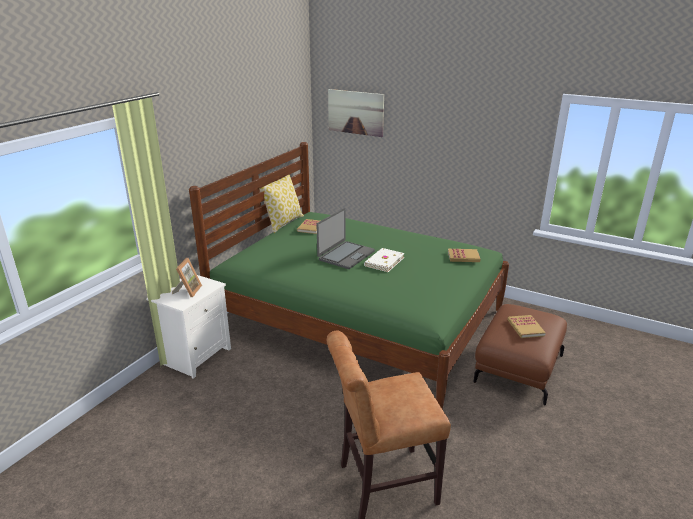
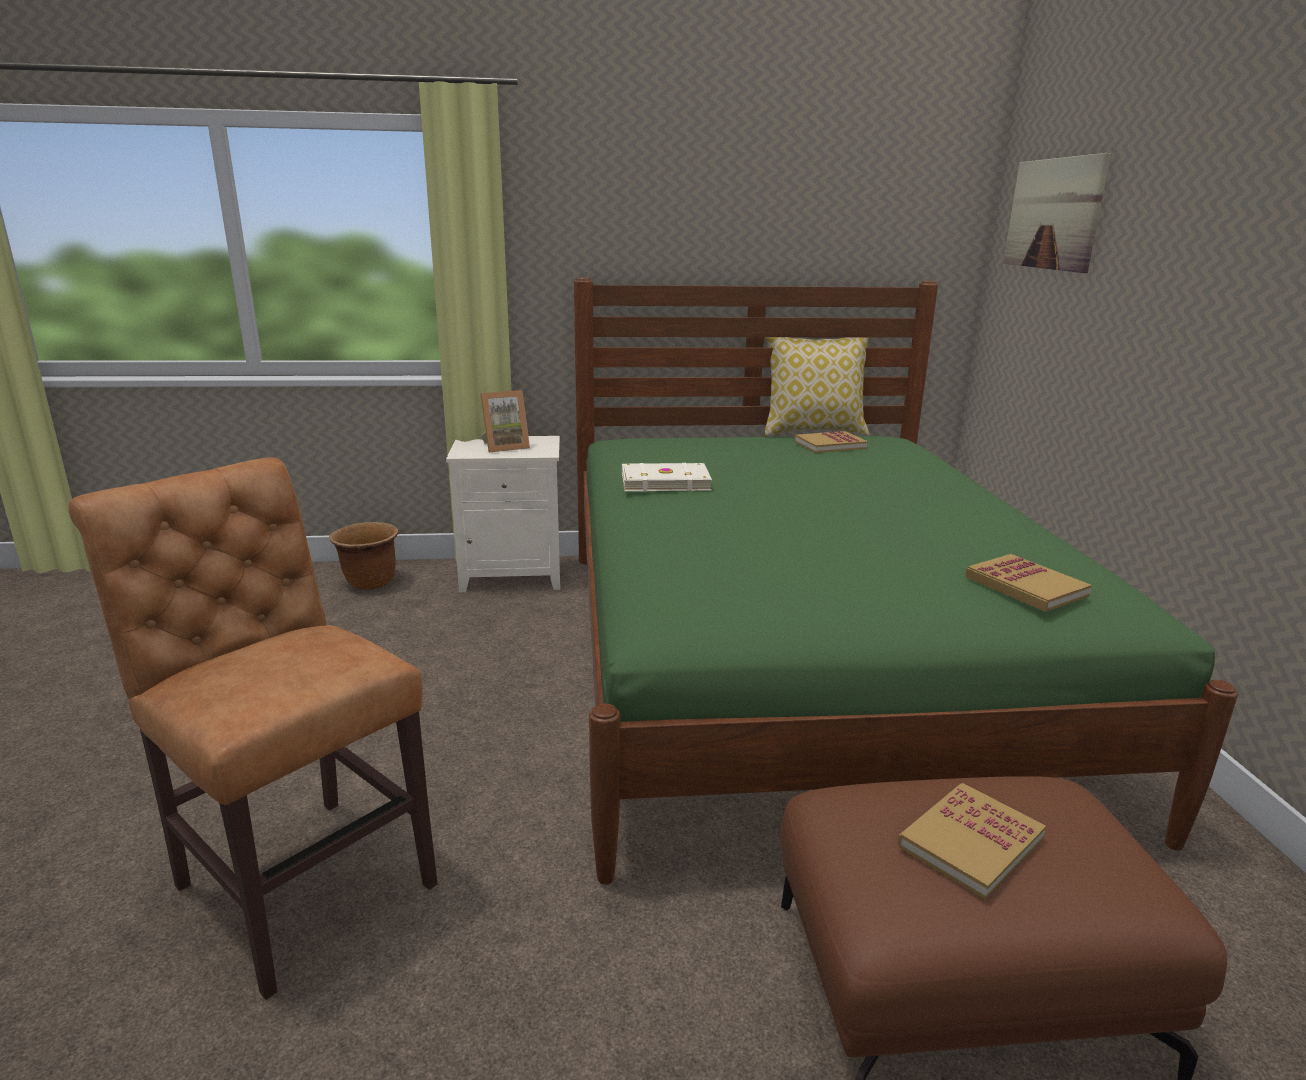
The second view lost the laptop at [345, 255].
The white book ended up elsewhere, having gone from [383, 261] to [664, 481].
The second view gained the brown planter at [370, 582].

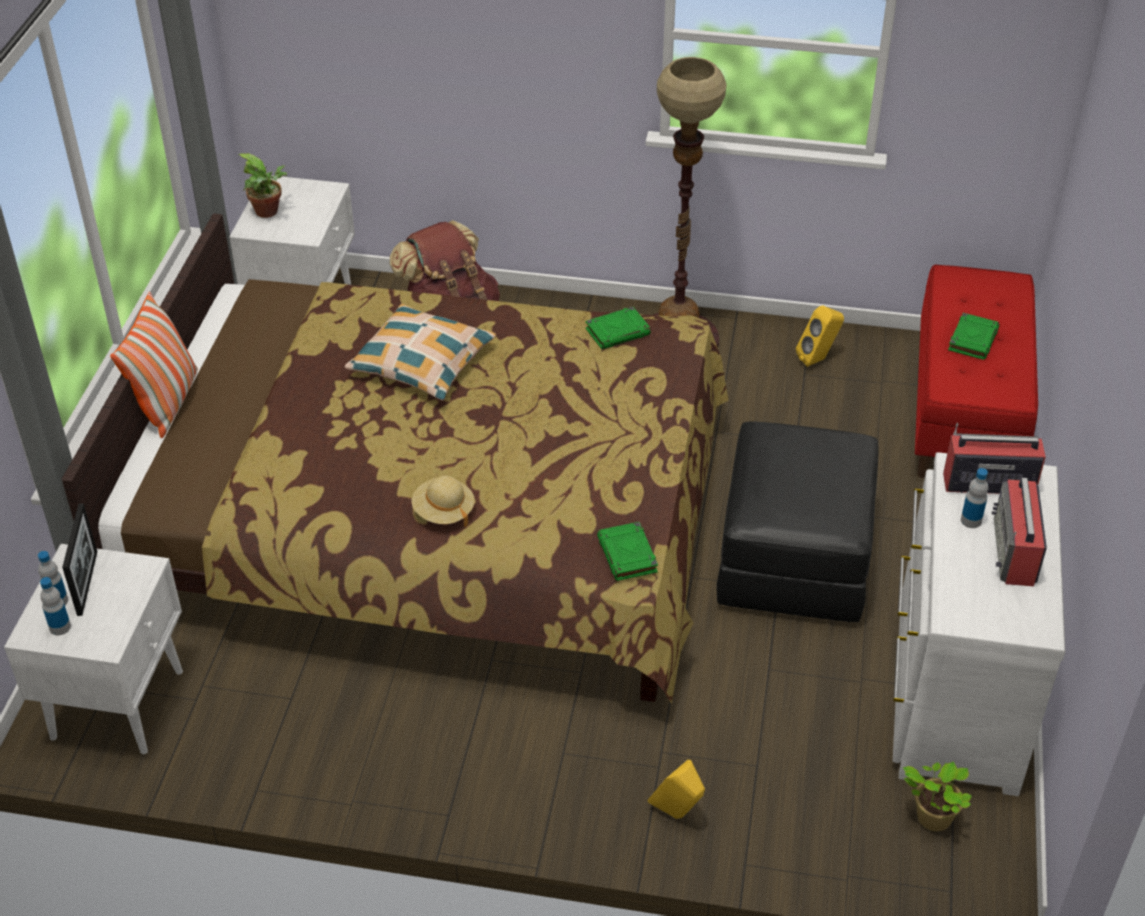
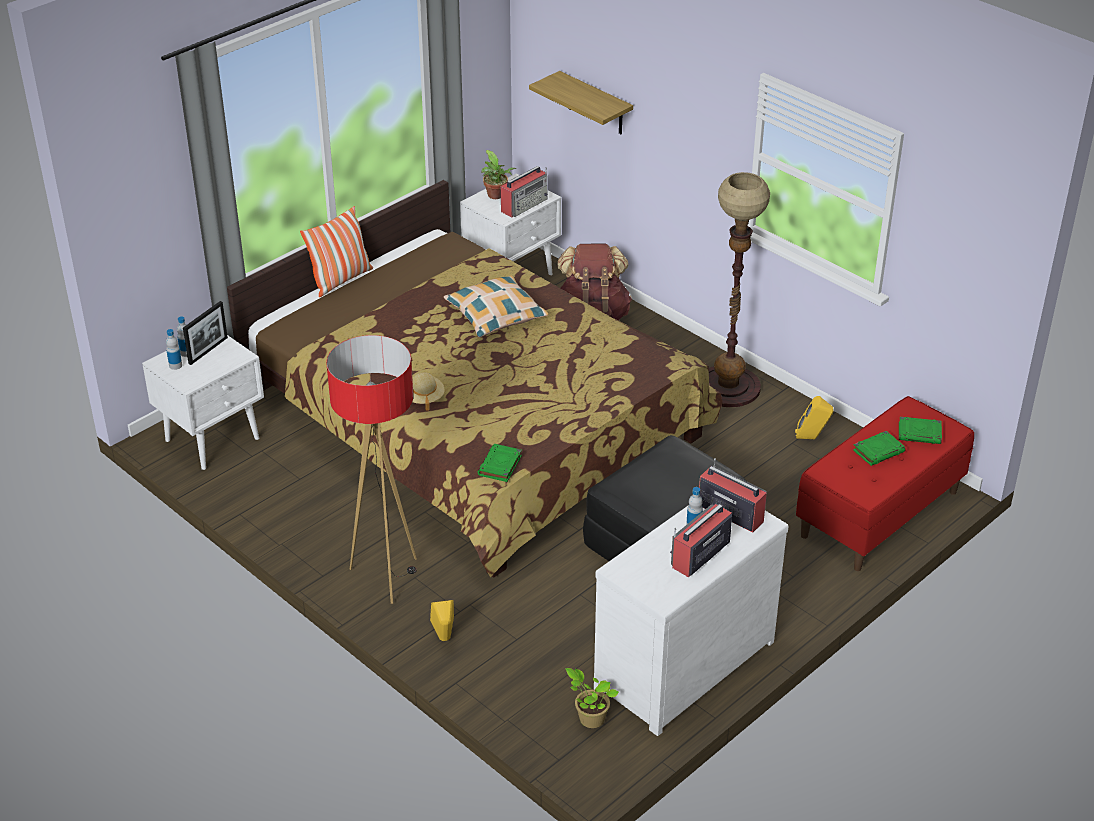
The green book ended up elsewhere, having gone from [618, 332] to [920, 433].
The second view gained the floor lamp at [386, 577].
The second view gained the radio at [525, 205].
The second view gained the shelf at [595, 104].

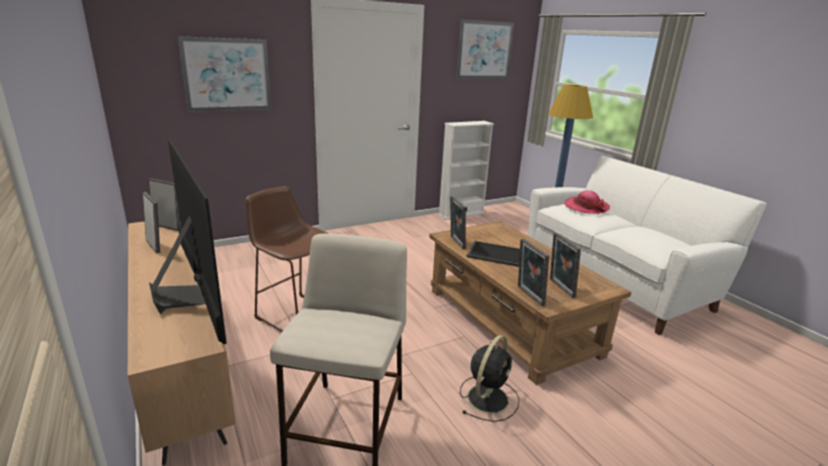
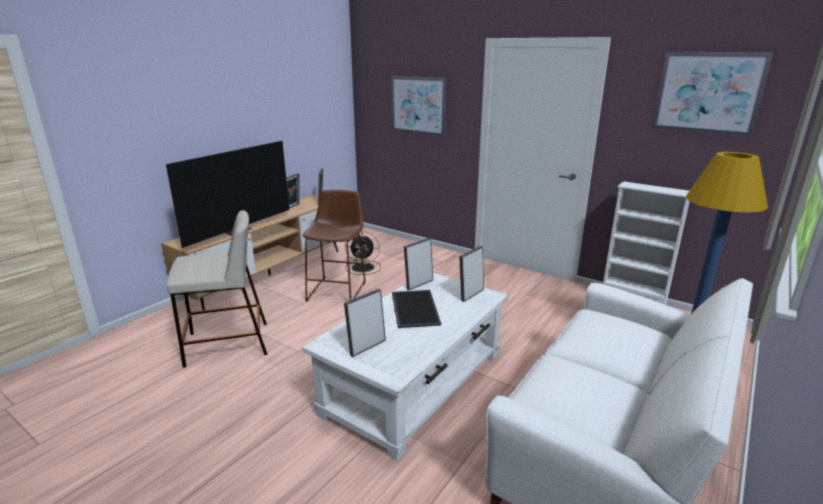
What was the brown coffee table at [511, 321] turned into the white coffee table at [414, 383].
The black fan ended up elsewhere, having gone from [488, 397] to [364, 268].
The picture frame ended up elsewhere, having gone from [528, 296] to [471, 294].
The second view lost the hat at [586, 207].

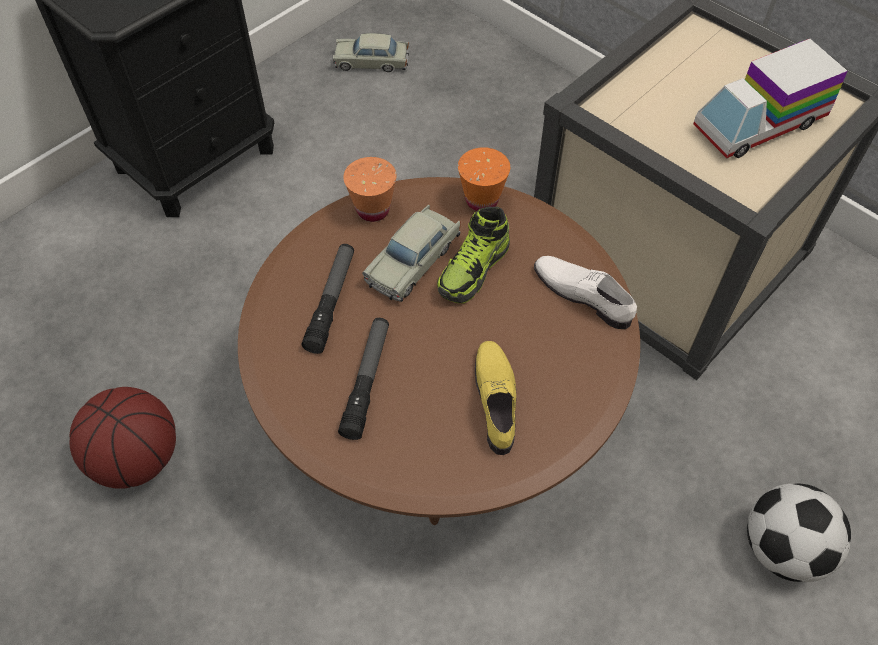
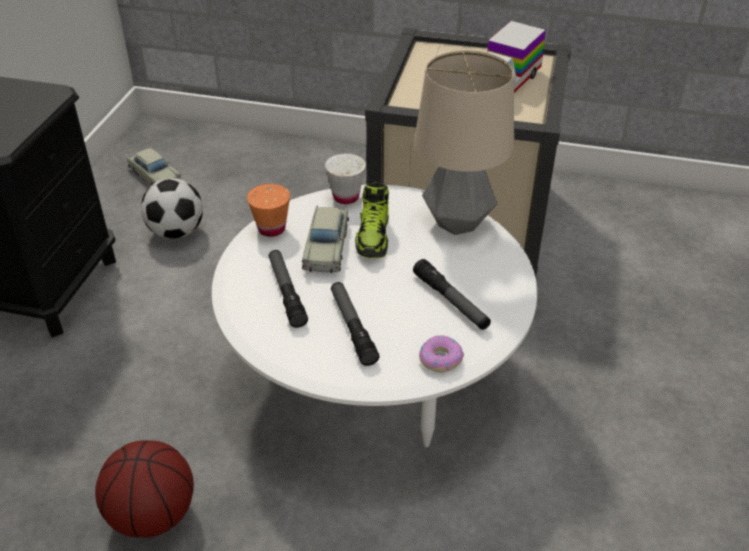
What was the brown coffee table at [438, 407] turned into the white coffee table at [374, 372].
The beige toy car at [371, 62] ended up facing another way, 105 degrees counterclockwise from before.
What was the orange cup at [482, 200] turned into the white cup at [346, 197].
Where the yellow shoe stood at [497, 399], the flashlight came to stand at [451, 301].
Where the white shoe stood at [583, 294], the table lamp came to stand at [457, 223].
The football ended up elsewhere, having gone from [781, 548] to [176, 232].
The second view gained the donut at [440, 358].

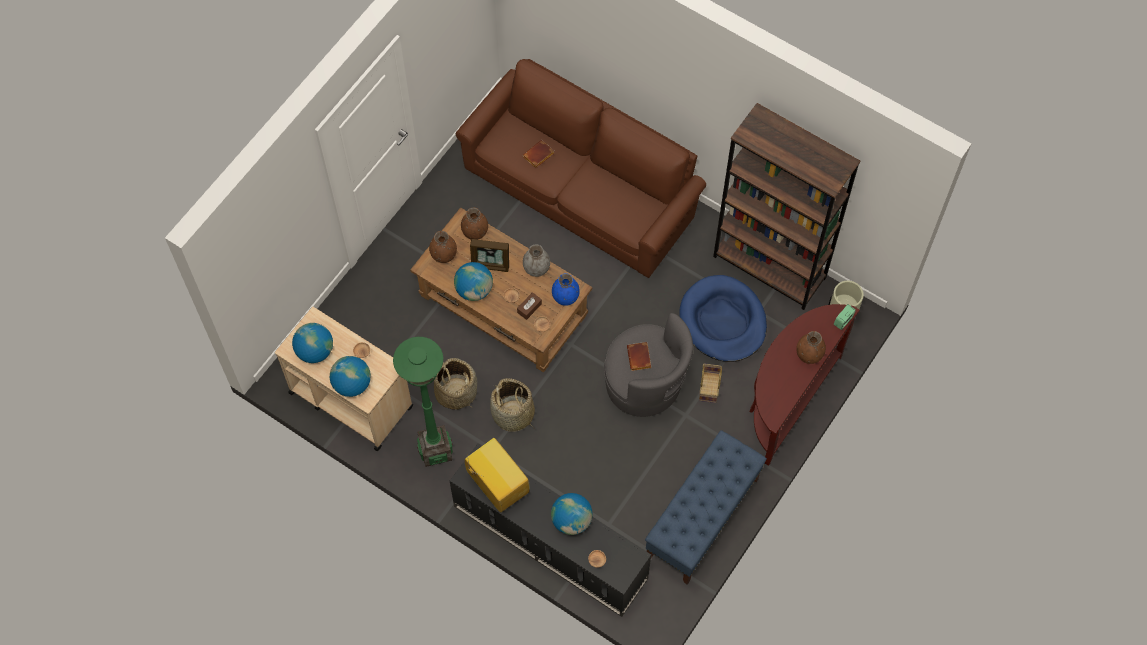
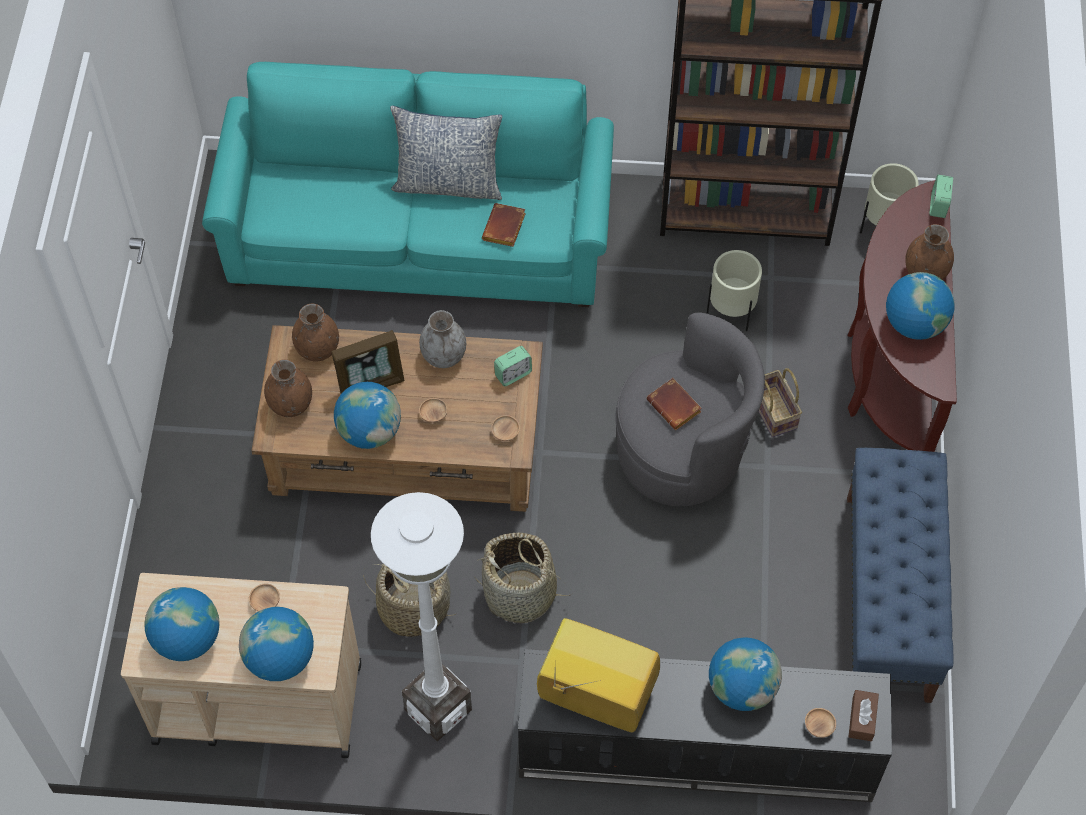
What was the green floor lamp at [435, 451] turned into the white floor lamp at [437, 709].
What was the brown sofa at [582, 191] turned into the turquoise sofa at [419, 236].
The brown tissue box ended up elsewhere, having gone from [529, 308] to [862, 719].
The brown book ended up elsewhere, having gone from [538, 156] to [505, 229].
Where the blue vase stood at [565, 297], the alarm clock came to stand at [513, 374].
Where the blue dog bed stood at [723, 321], the beige planter came to stand at [731, 314].
The second view gained the pillow at [448, 183].
The second view gained the globe at [914, 324].

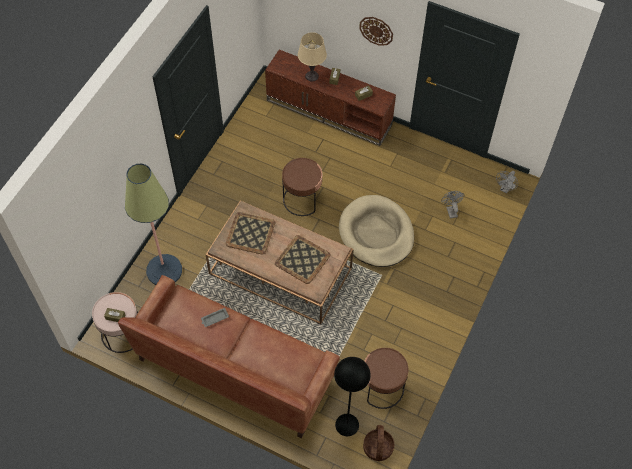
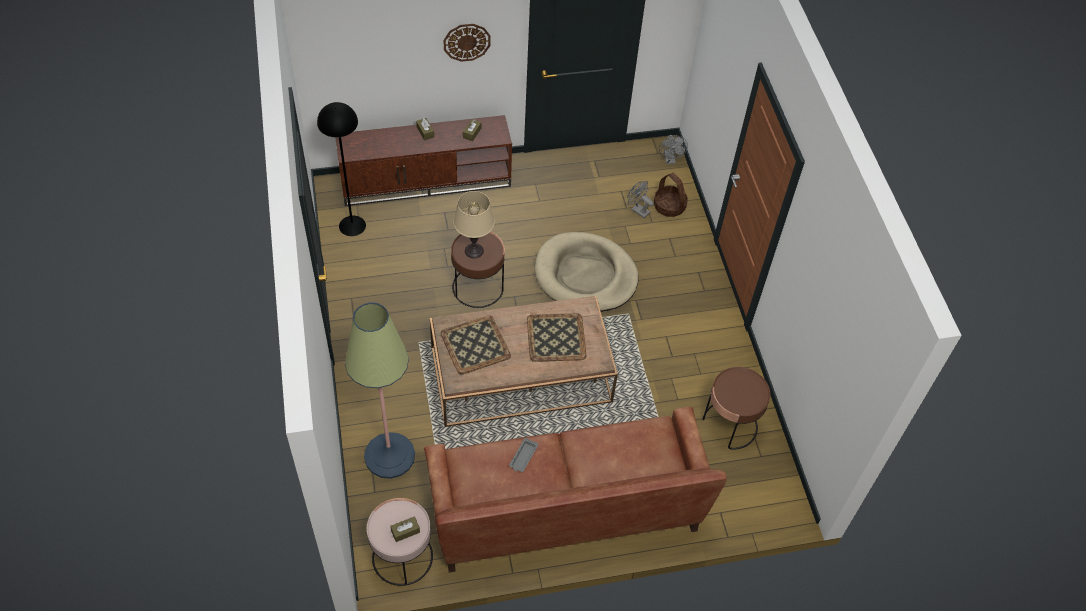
The beige table lamp ended up elsewhere, having gone from [311, 76] to [474, 251].
The black floor lamp ended up elsewhere, having gone from [346, 425] to [352, 226].
The basket ended up elsewhere, having gone from [377, 447] to [669, 206].

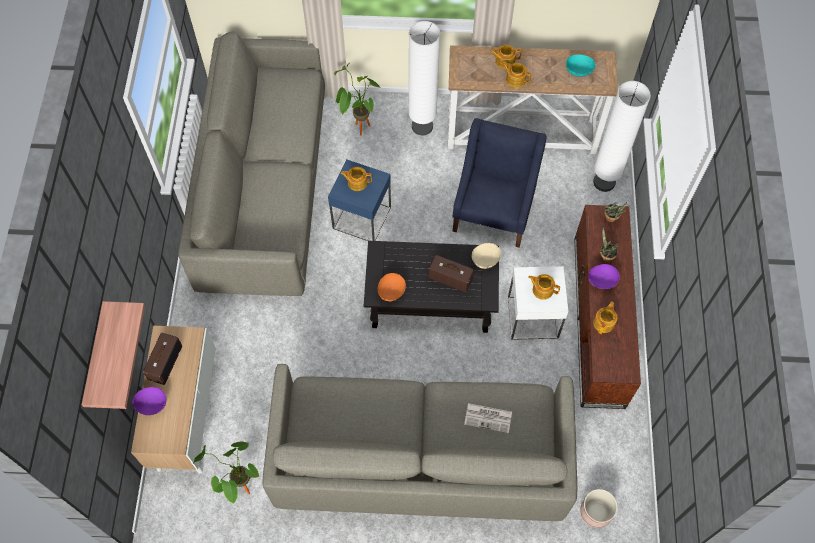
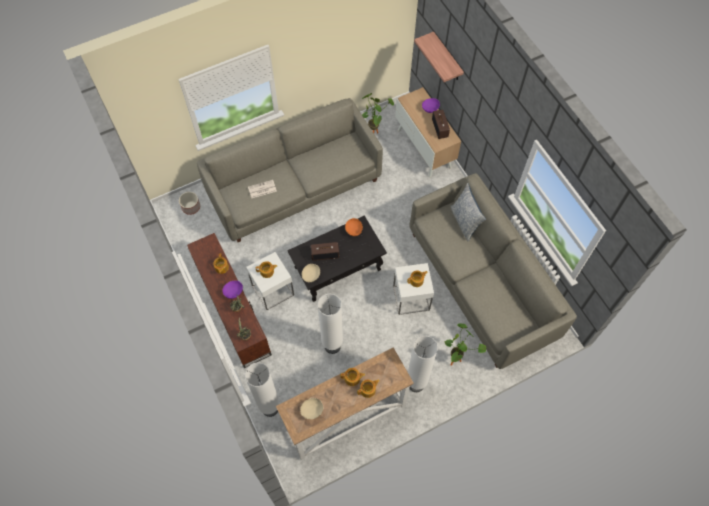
What was the blue side table at [362, 217] turned into the white side table at [411, 298].
Where the blue armchair stood at [493, 211], the white floor lamp came to stand at [332, 346].
What was the turquoise bowl at [579, 70] turned into the beige bowl at [312, 411].
The second view gained the pillow at [464, 222].

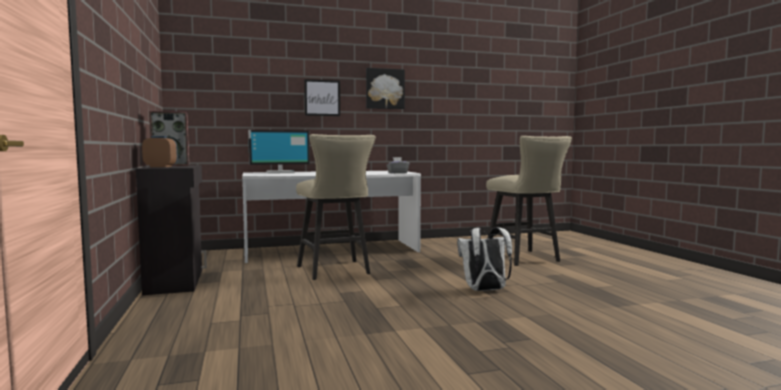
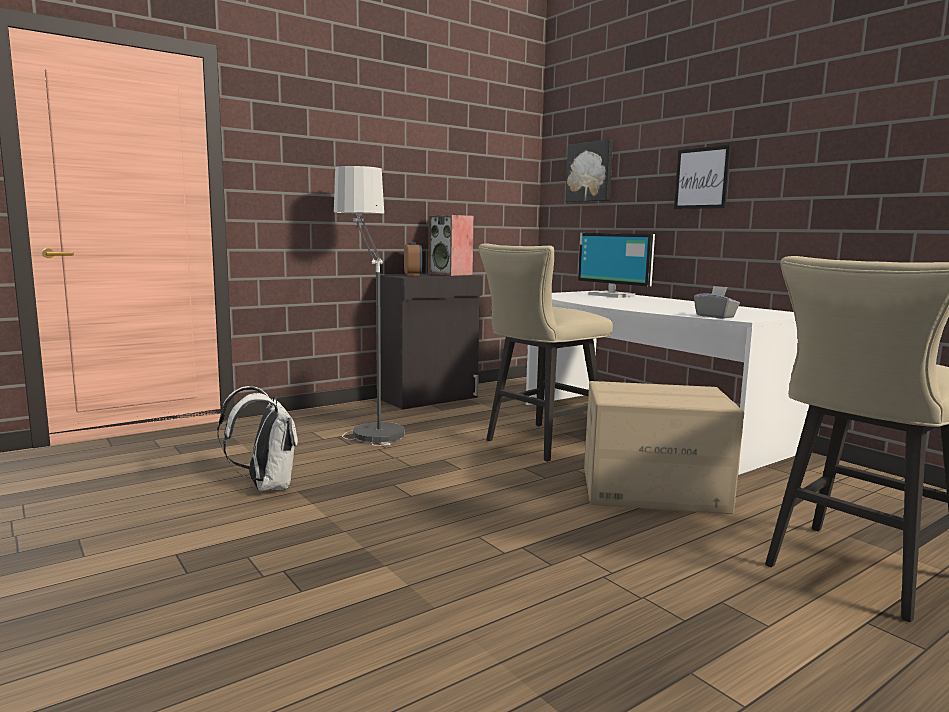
The picture ended up elsewhere, having gone from [385, 89] to [590, 172].
The white backpack ended up elsewhere, having gone from [484, 290] to [266, 486].
The second view gained the floor lamp at [368, 425].
The second view gained the cardboard box at [653, 490].

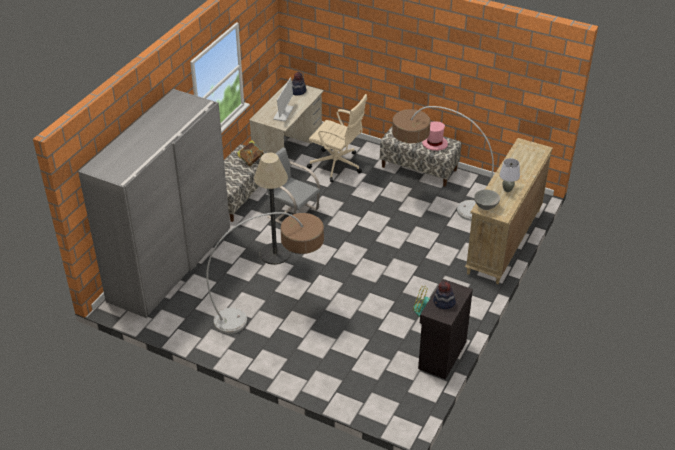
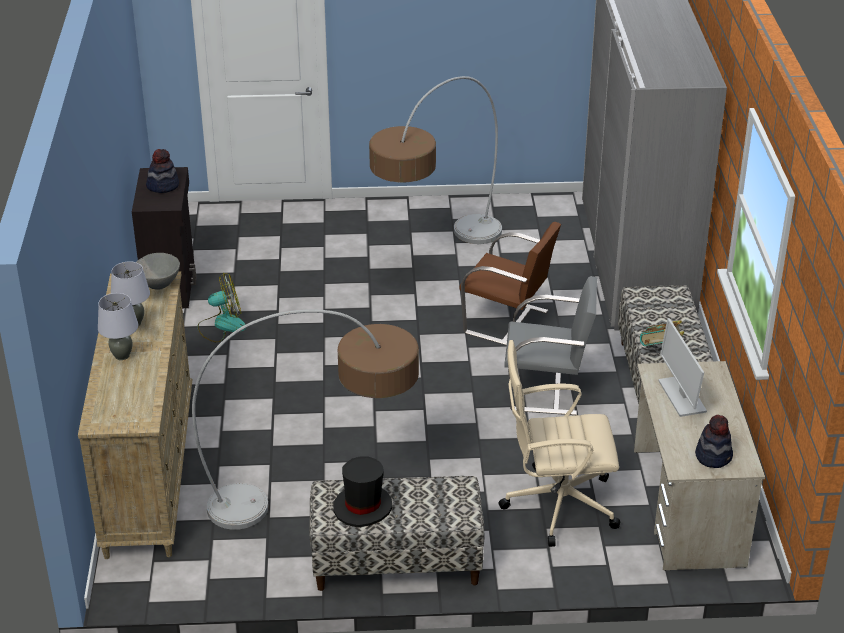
Where the floor lamp stood at [275, 254], the brown chair came to stand at [507, 322].
What was the pink hat at [434, 143] turned into the black hat at [363, 507].
The second view gained the grey table lamp at [122, 356].

